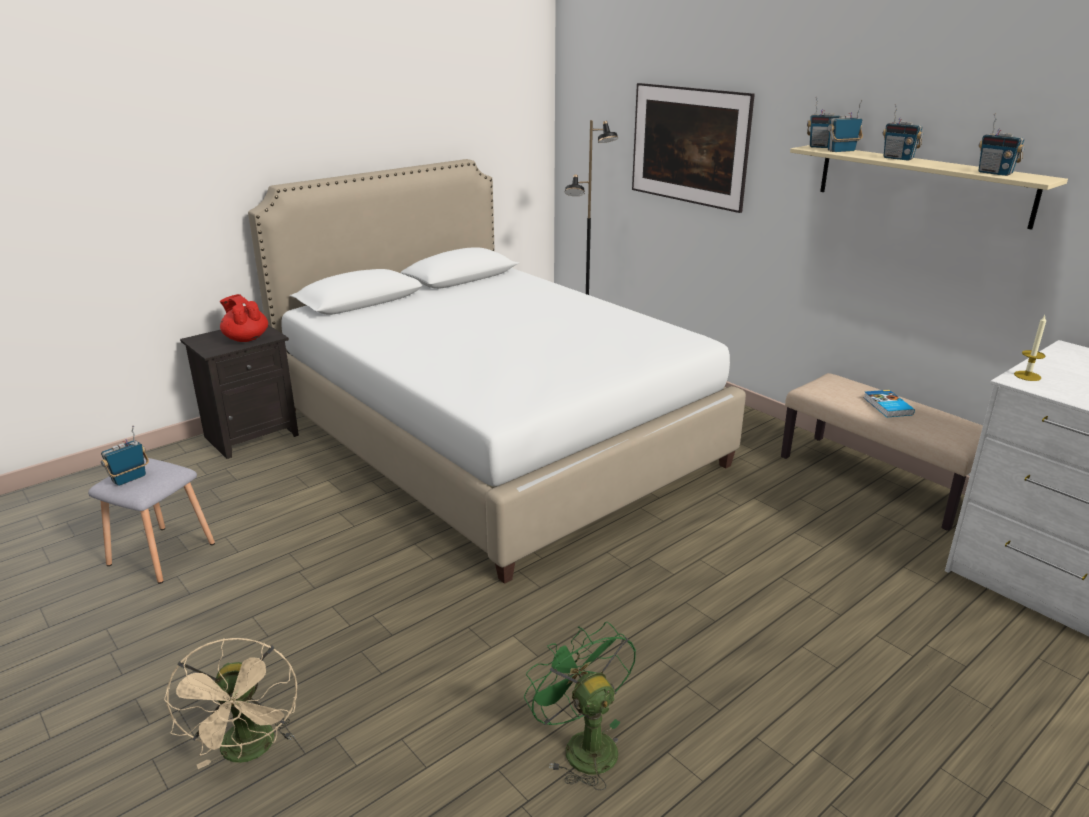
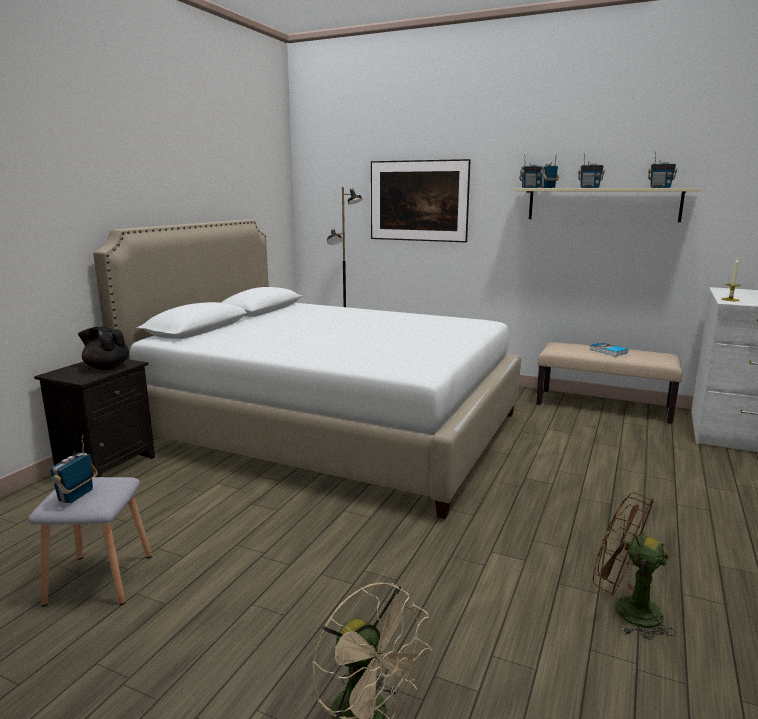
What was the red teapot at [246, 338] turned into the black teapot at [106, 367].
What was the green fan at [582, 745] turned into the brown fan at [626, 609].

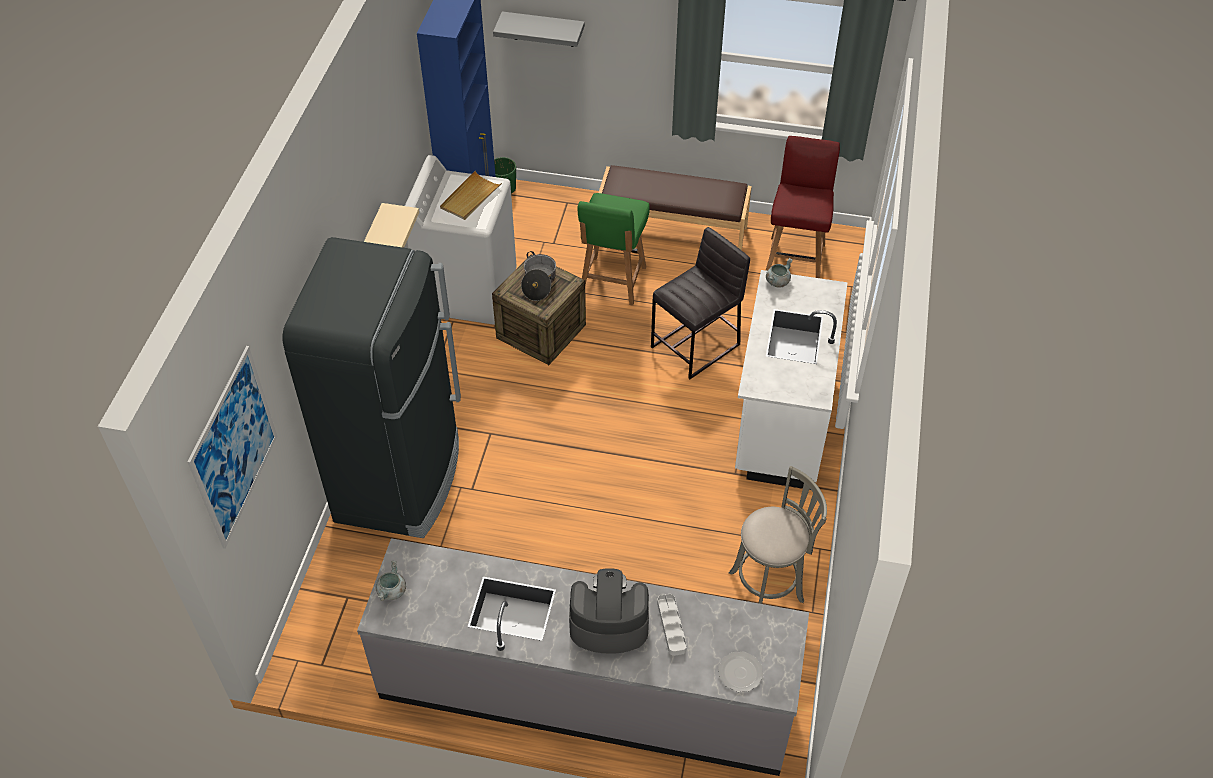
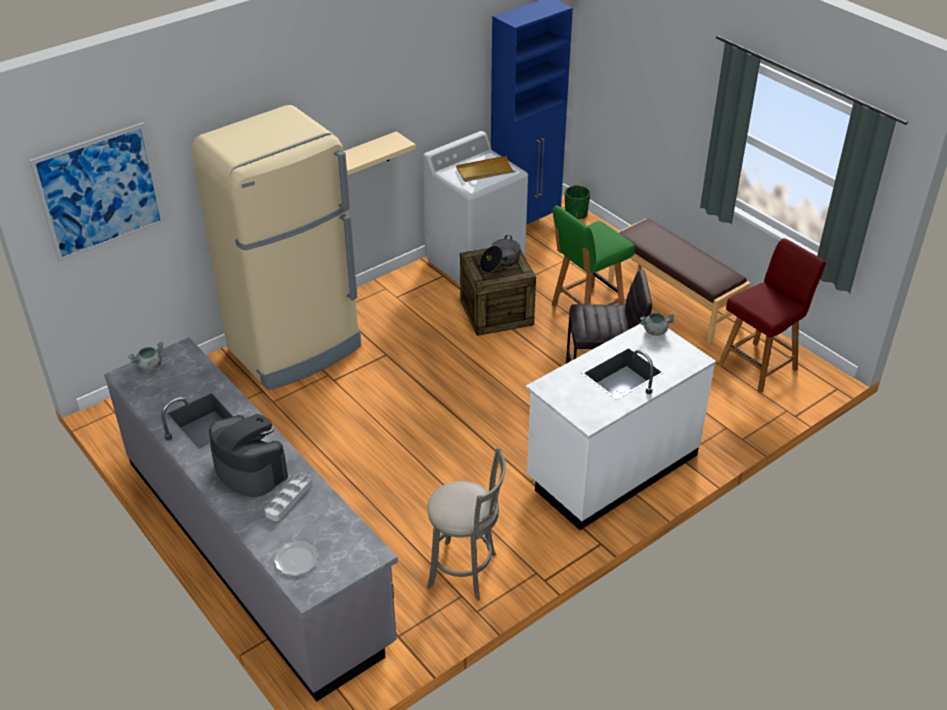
What was the black fridge at [400, 480] turned into the beige fridge at [296, 348].
The second view lost the grey shelf at [543, 29].

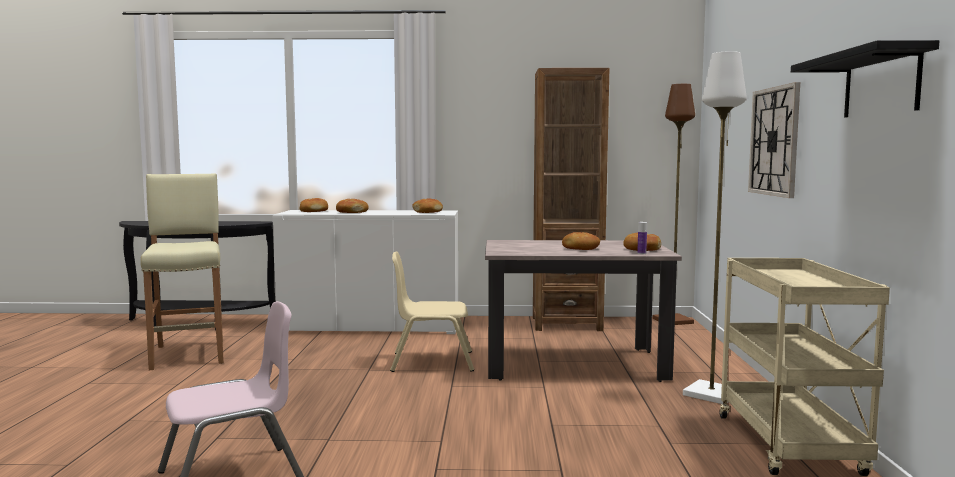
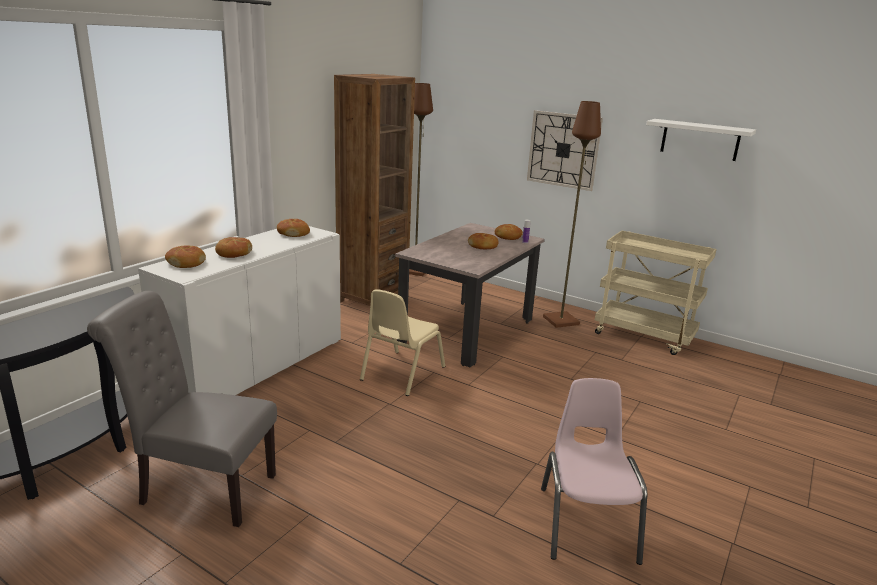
Where the beige stool stood at [189, 354], the grey chair came to stand at [201, 488].
What was the white floor lamp at [712, 394] turned into the brown floor lamp at [561, 320].
What was the black shelf at [881, 84] turned into the white shelf at [700, 140].

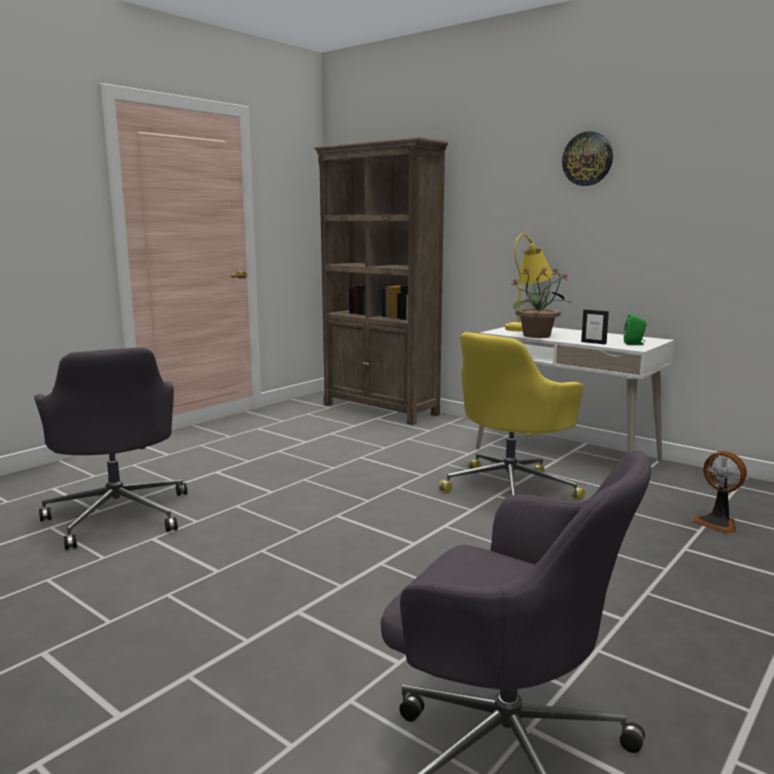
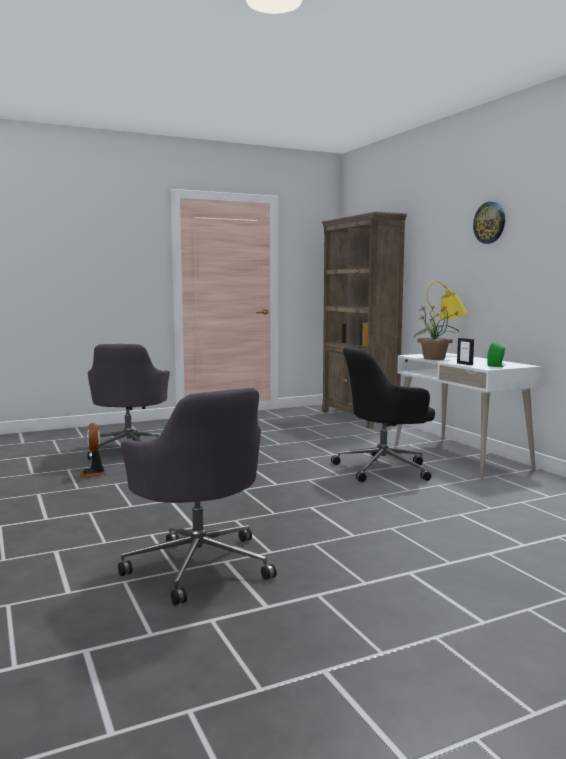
What was the yellow office chair at [511, 488] turned into the black office chair at [384, 468].
The fan ended up elsewhere, having gone from [717, 523] to [93, 474].

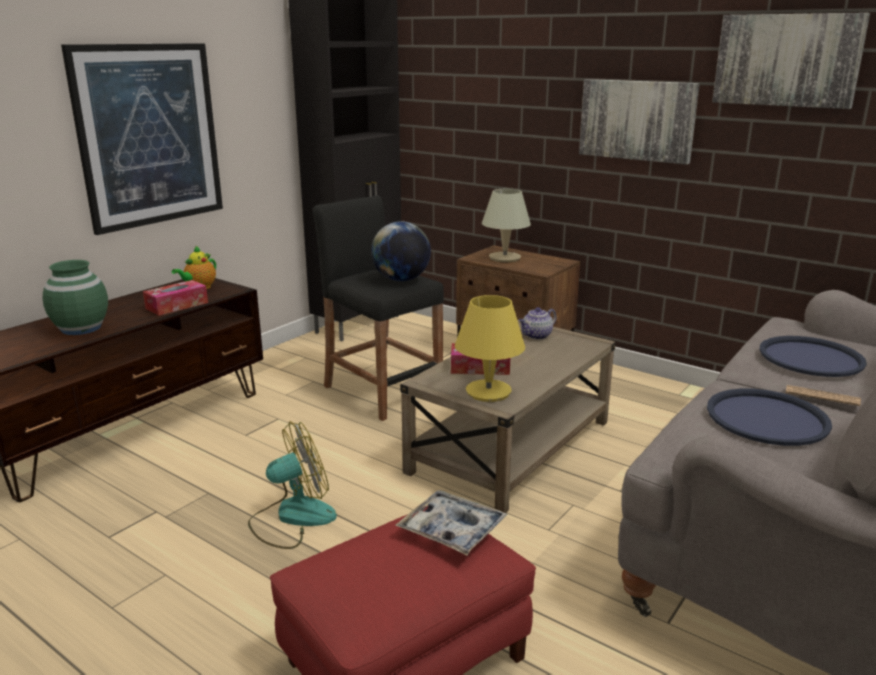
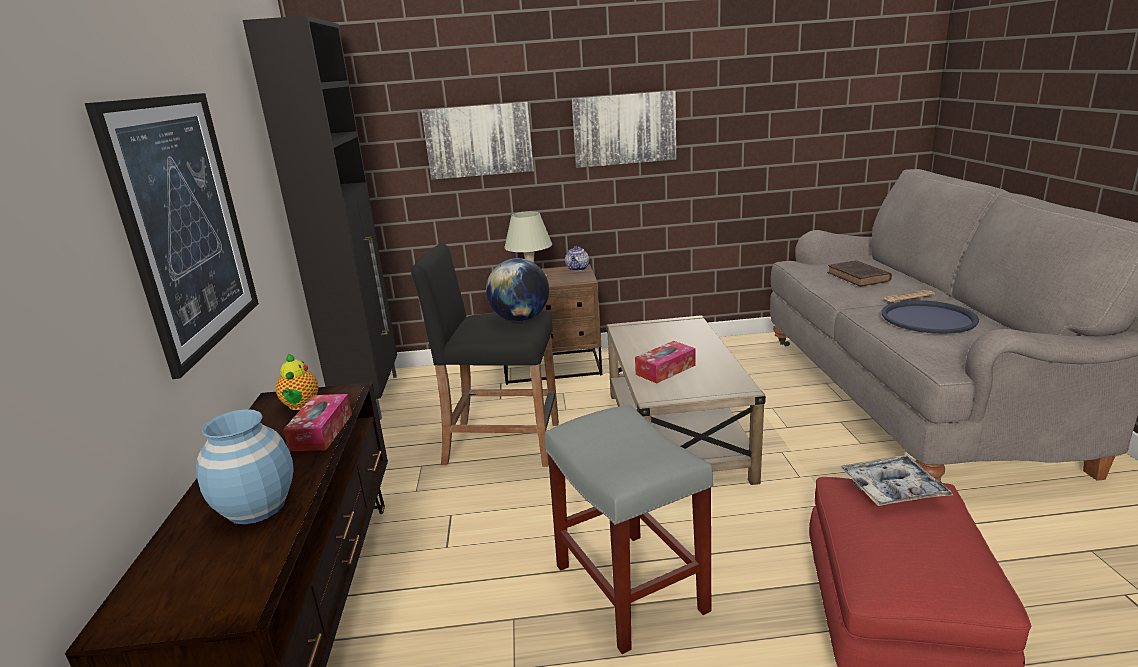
What was the green vase at [81, 328] turned into the blue vase at [257, 507].
Where the fan stood at [292, 517], the grey stool came to stand at [628, 586].
The second view lost the yellow table lamp at [488, 392].
The teapot ended up elsewhere, having gone from [536, 336] to [577, 269].
The picture ended up elsewhere, having gone from [787, 60] to [479, 140].
Where the blue tray stood at [811, 358], the brown book came to stand at [859, 277].

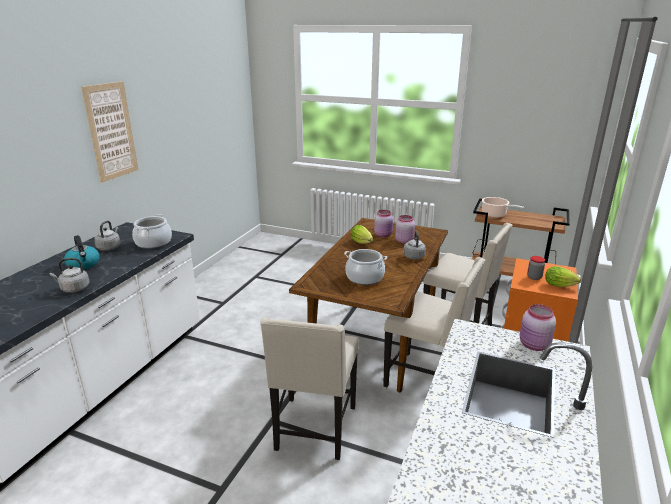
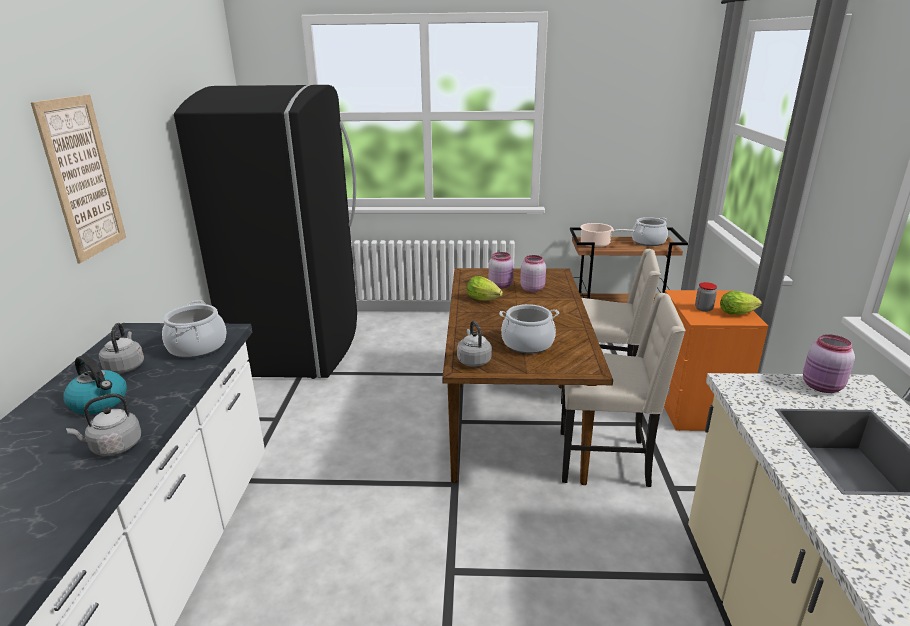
The second view lost the beige chair at [314, 429].
The grey kettle ended up elsewhere, having gone from [414, 256] to [473, 360].
The second view gained the black fridge at [301, 344].
The second view gained the cooking pot at [648, 242].

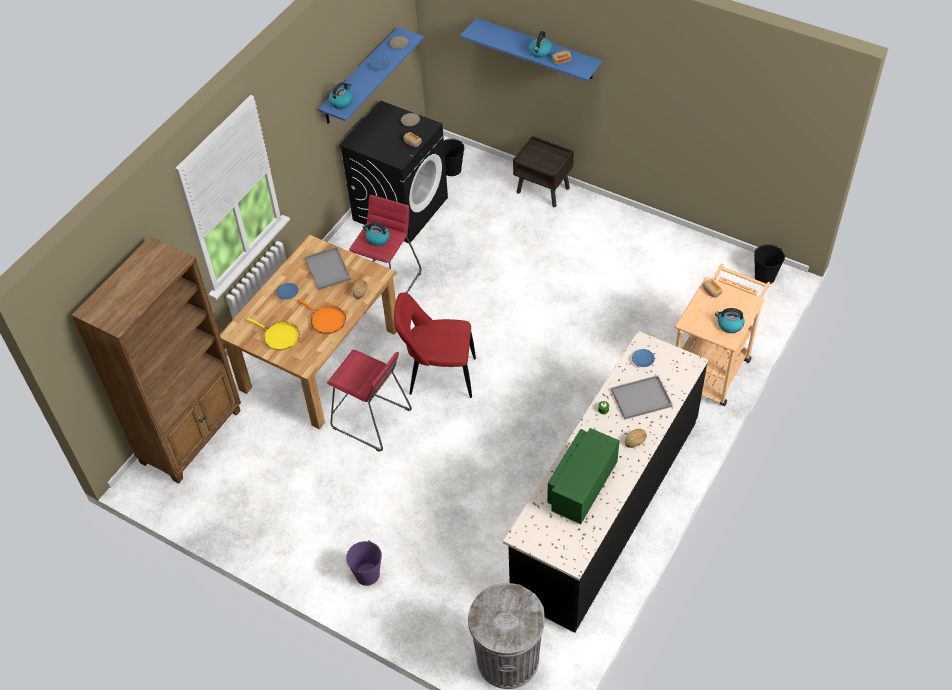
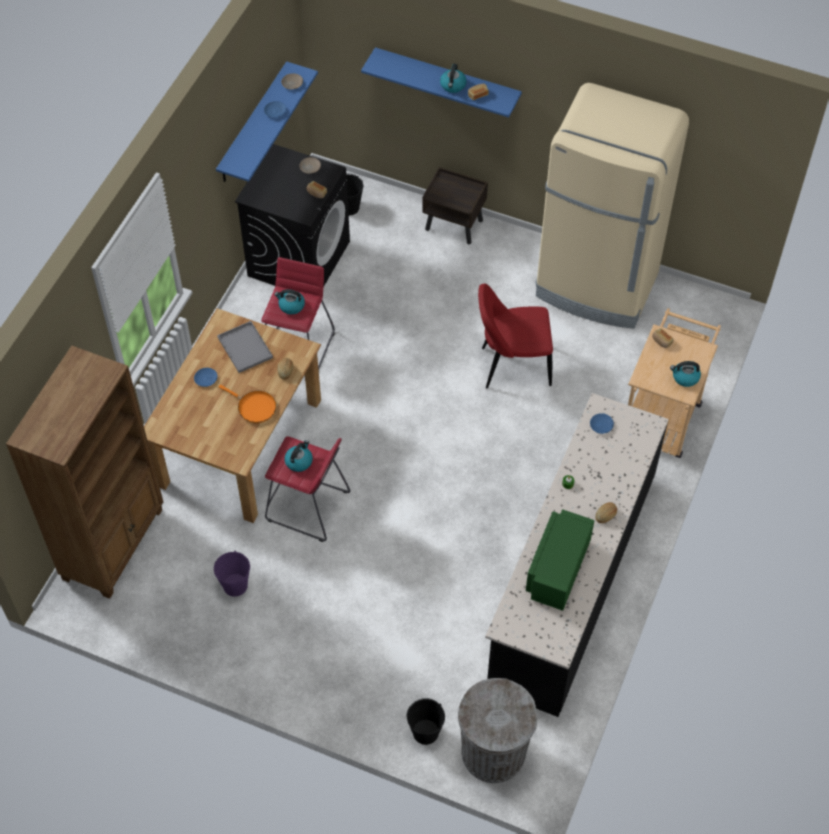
The second view lost the yellow frying pan at [279, 337].
The kettle ended up elsewhere, having gone from [342, 102] to [299, 461].
The purple bucket ended up elsewhere, having gone from [367, 574] to [235, 585].
The red chair ended up elsewhere, having gone from [438, 376] to [512, 366].
The second view lost the grey tray at [642, 397].
The black bucket ended up elsewhere, having gone from [765, 277] to [425, 732].
The second view gained the beige fridge at [597, 286].

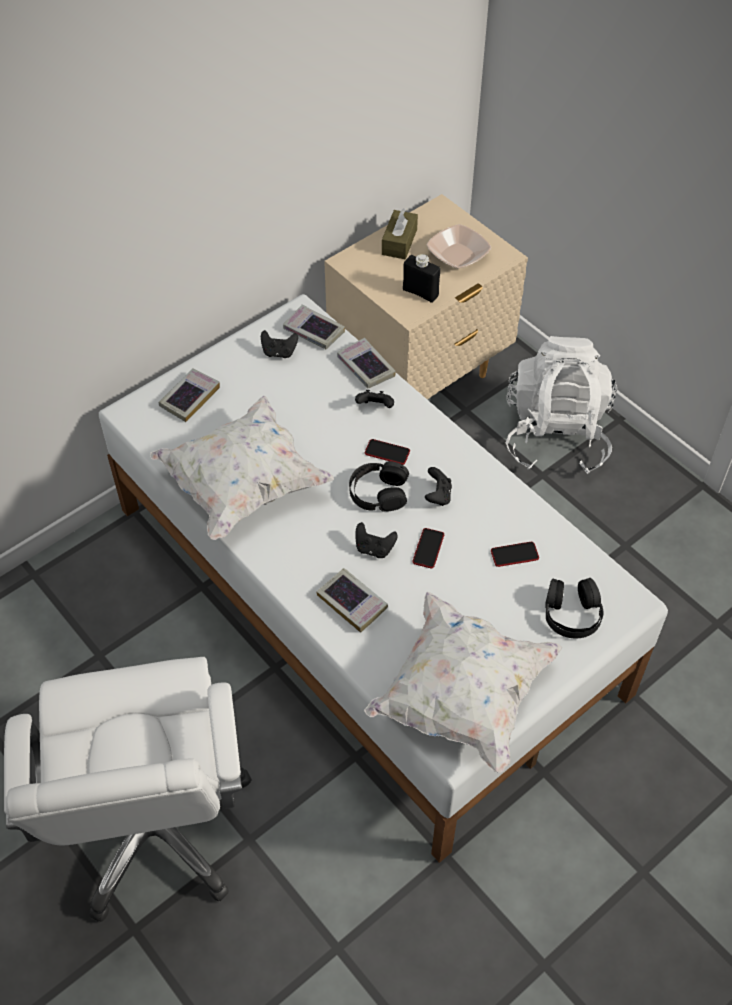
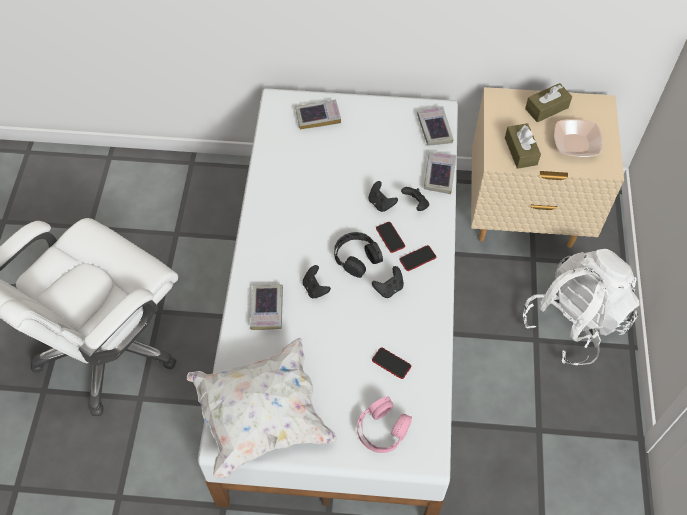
The second view lost the white pillow at [243, 485].
The black game controller ended up elsewhere, having gone from [279, 352] to [381, 203].
Where the black bottle stood at [420, 292], the brown tissue box came to stand at [520, 151].
The phone ended up elsewhere, having gone from [428, 548] to [417, 258].
What was the black headphones at [572, 613] turned into the pink headphones at [382, 429].

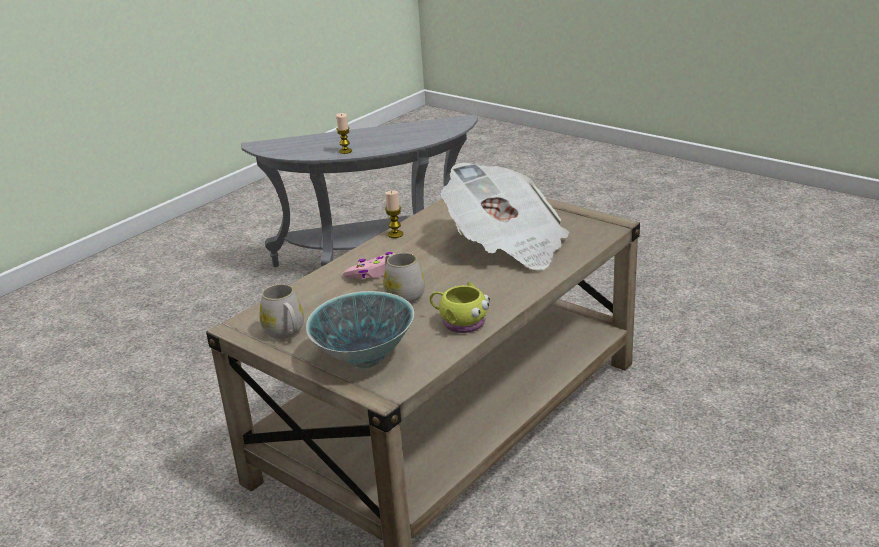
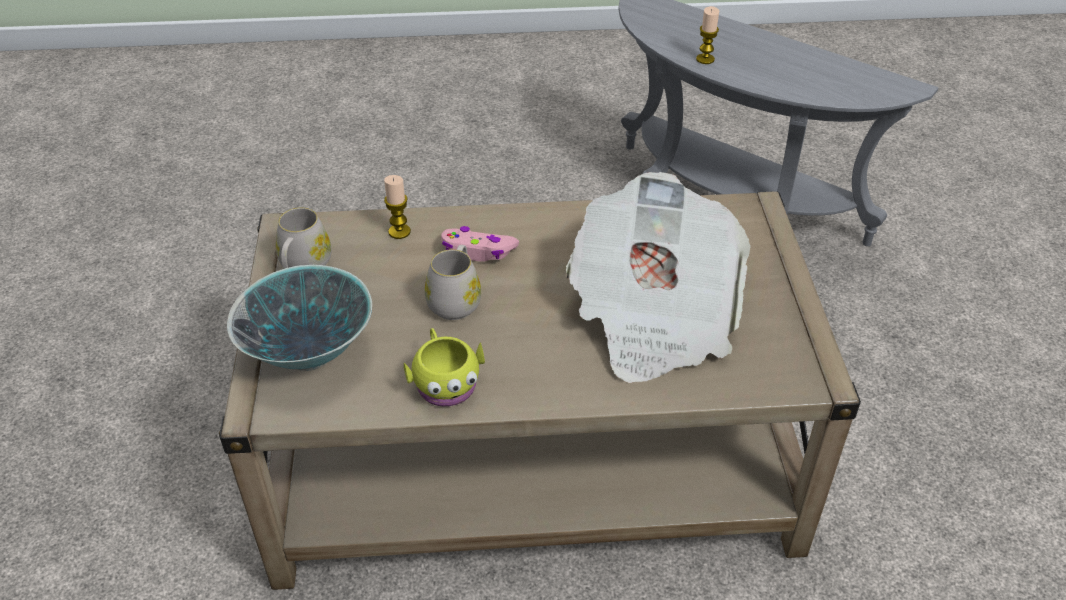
The candle ended up elsewhere, having gone from [395, 234] to [399, 231].

